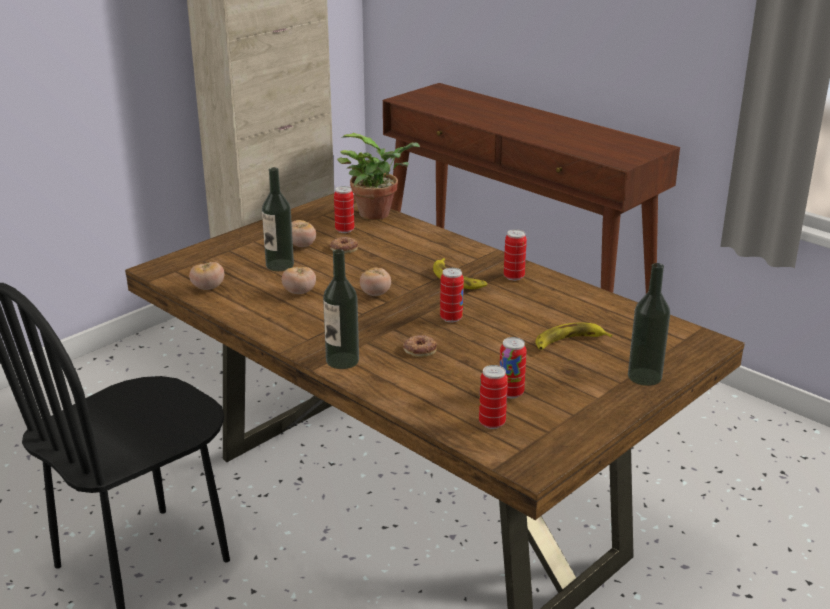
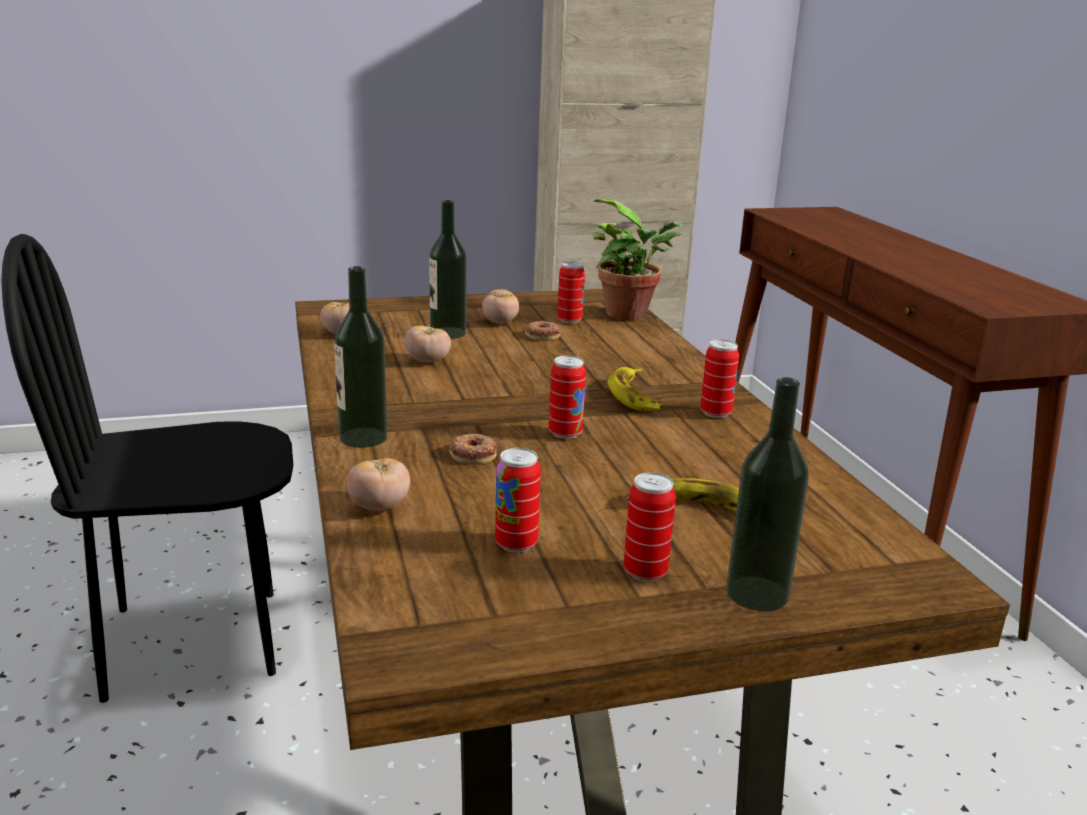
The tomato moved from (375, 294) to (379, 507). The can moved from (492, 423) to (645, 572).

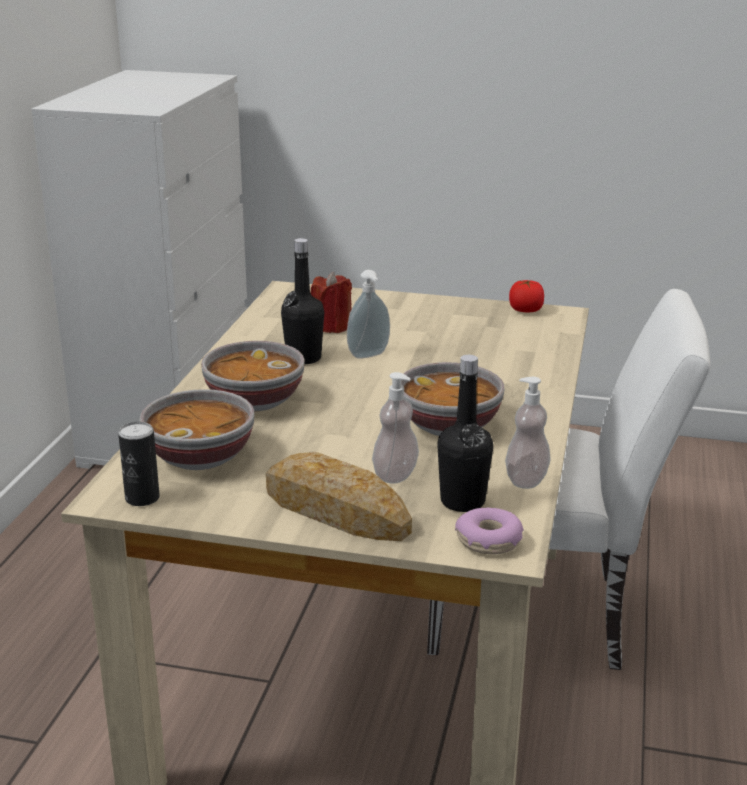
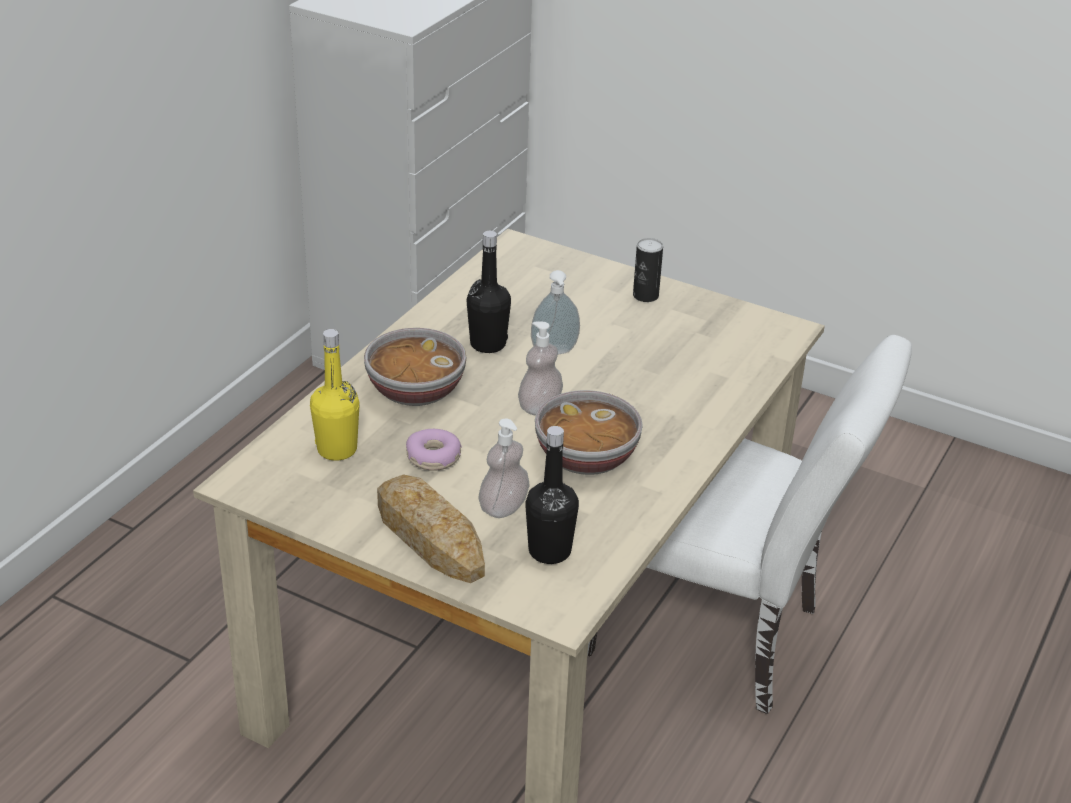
The bowl at (200, 456) was replaced by the yellow bottle at (337, 449). The donut moved from (489, 541) to (433, 457). The soap dispenser moved from (526, 480) to (540, 406). The can moved from (142, 498) to (645, 296). The red candle at (332, 326) disappeared. The tomato at (525, 310) disappeared.

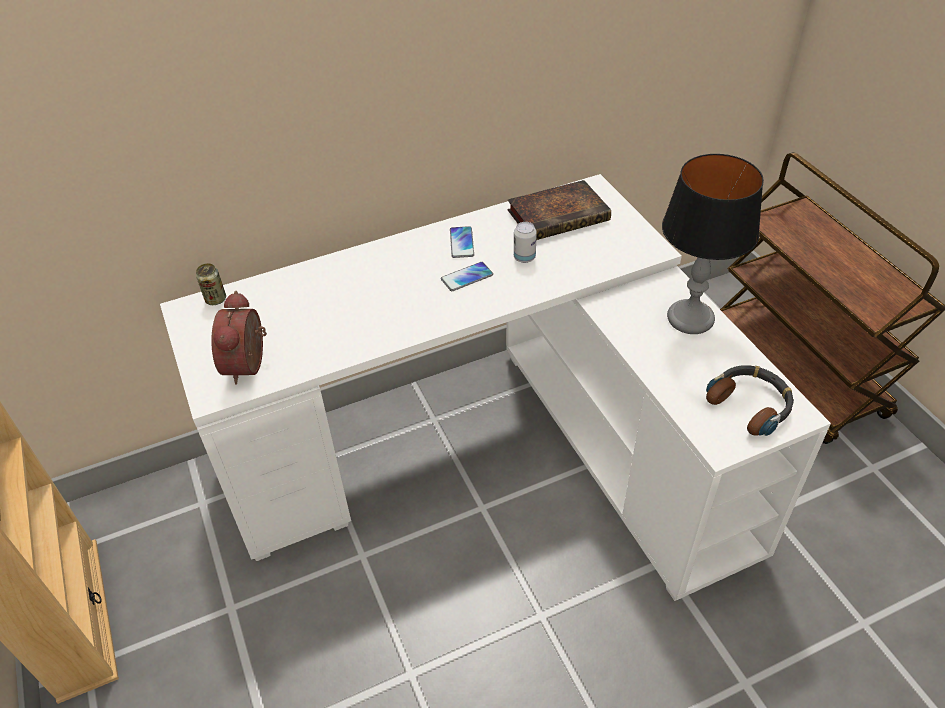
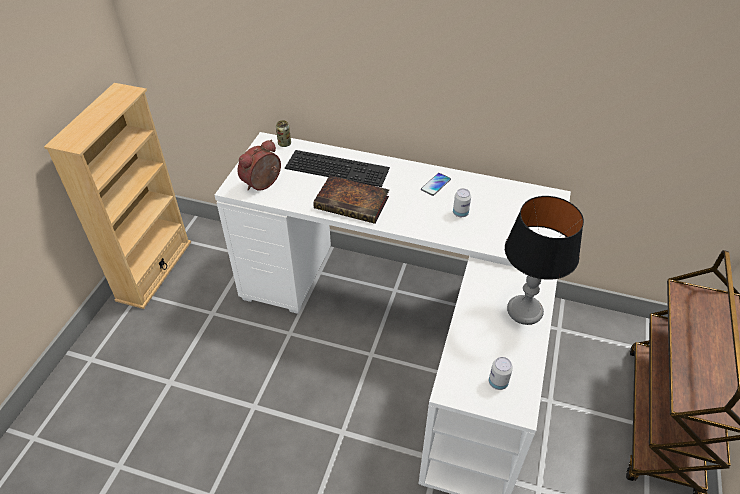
The keyboard at (338, 167) appeared. The book moved from (560, 215) to (353, 203). The headphones at (750, 404) was replaced by the can at (498, 382). The phone at (467, 277) disappeared.

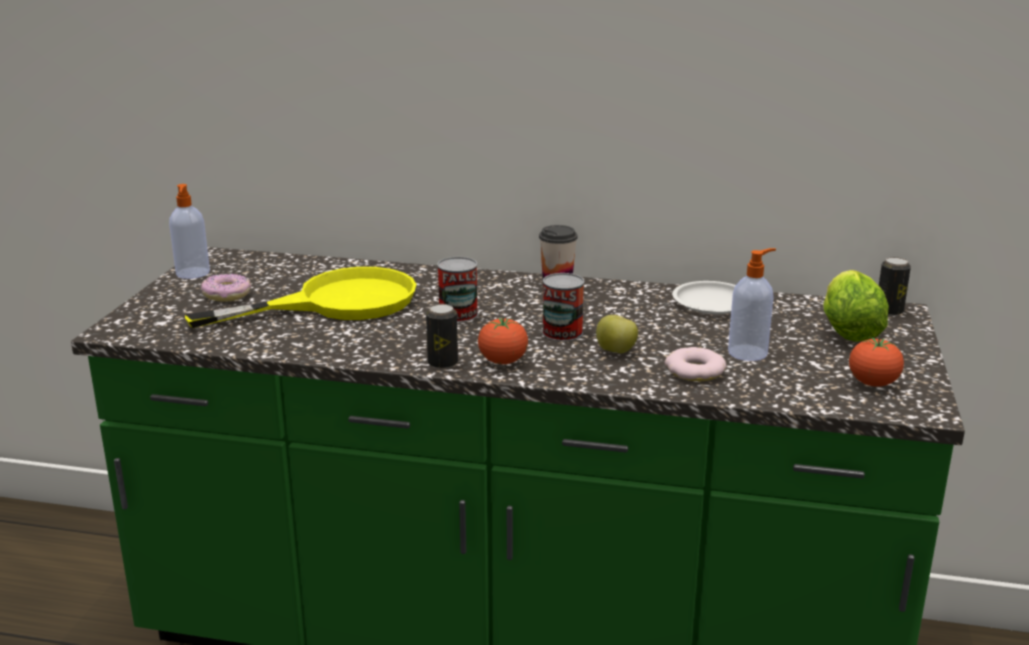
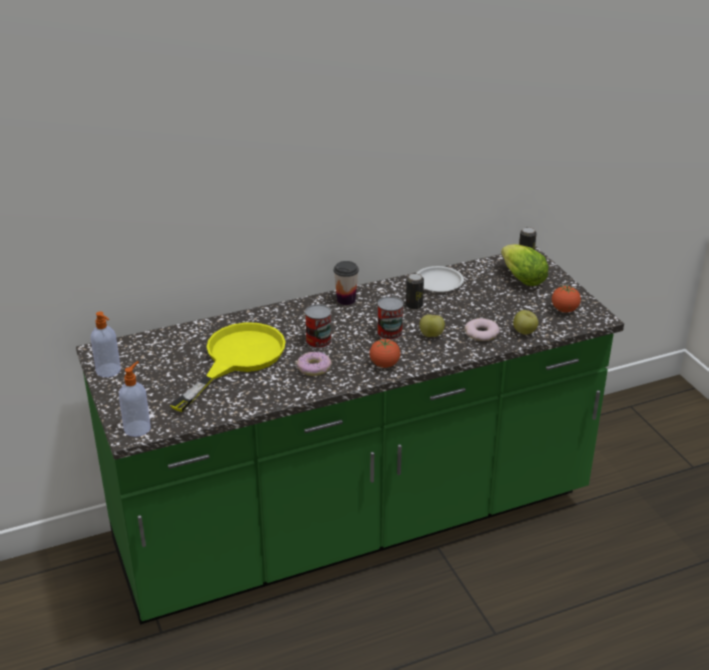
The soap dispenser moved from (748, 352) to (138, 428). The donut moved from (227, 294) to (314, 368). The can moved from (442, 363) to (414, 305). The apple at (524, 332) appeared.

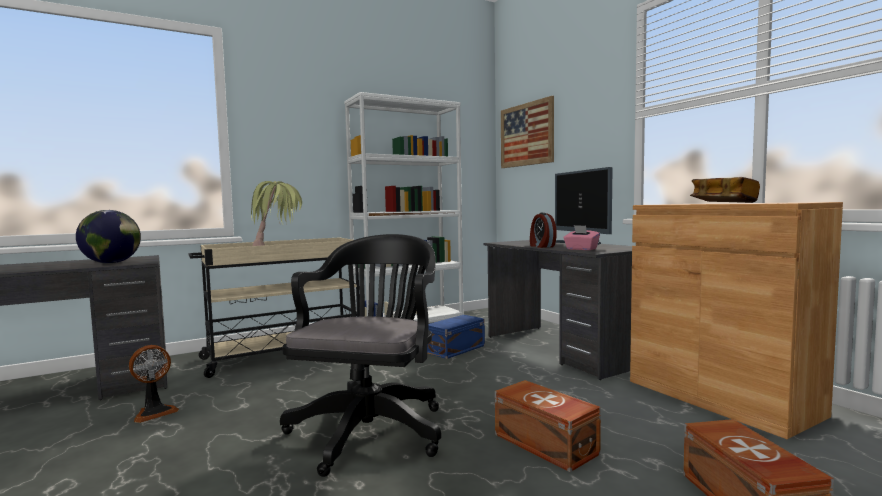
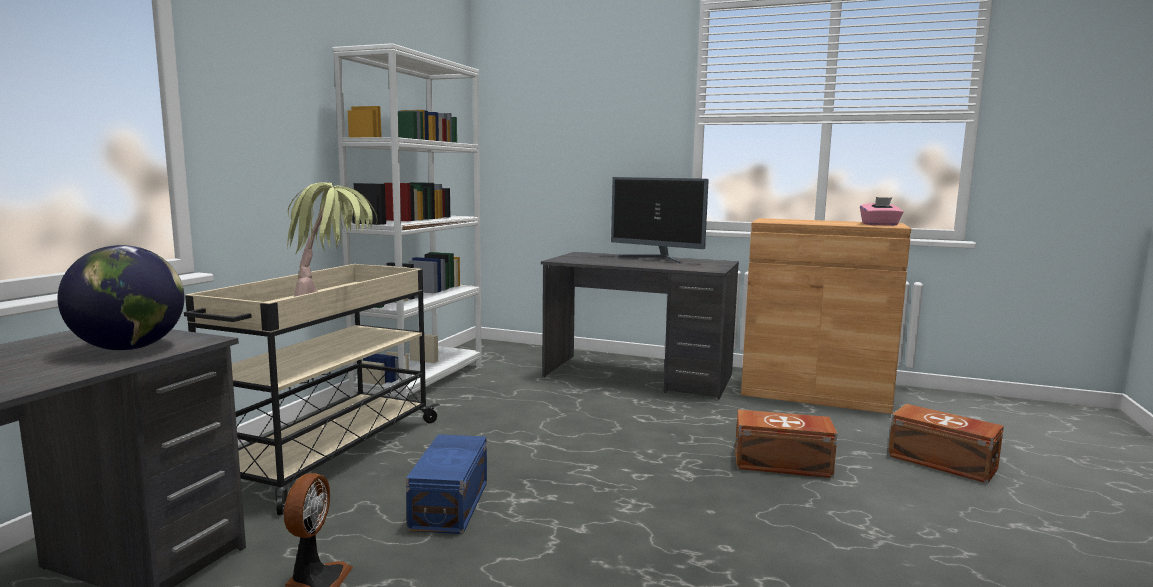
The blue storage box moved from (457, 349) to (452, 504). The pink tissue box moved from (581, 249) to (880, 225). The black office chair at (371, 428) disappeared. The picture at (526, 134) disappeared. The alarm clock at (541, 246) disappeared. The book at (723, 203) disappeared.

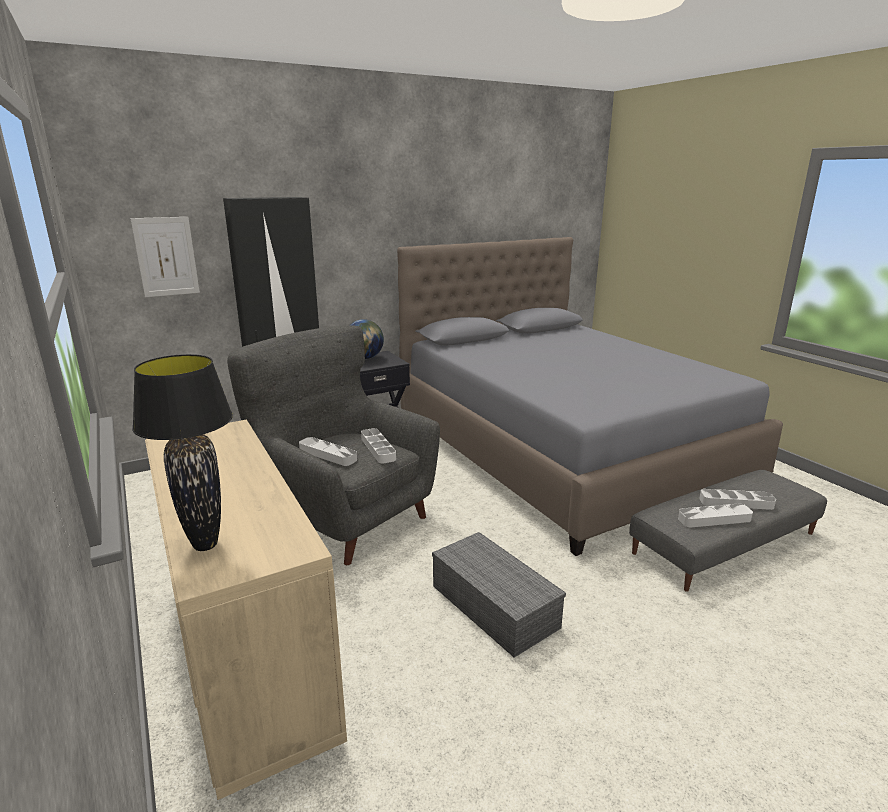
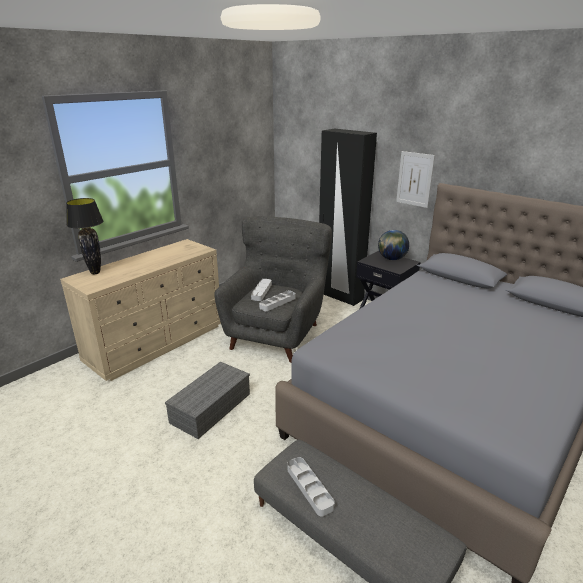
The picture moved from (166, 256) to (414, 179). The grey tray at (736, 503) disappeared.

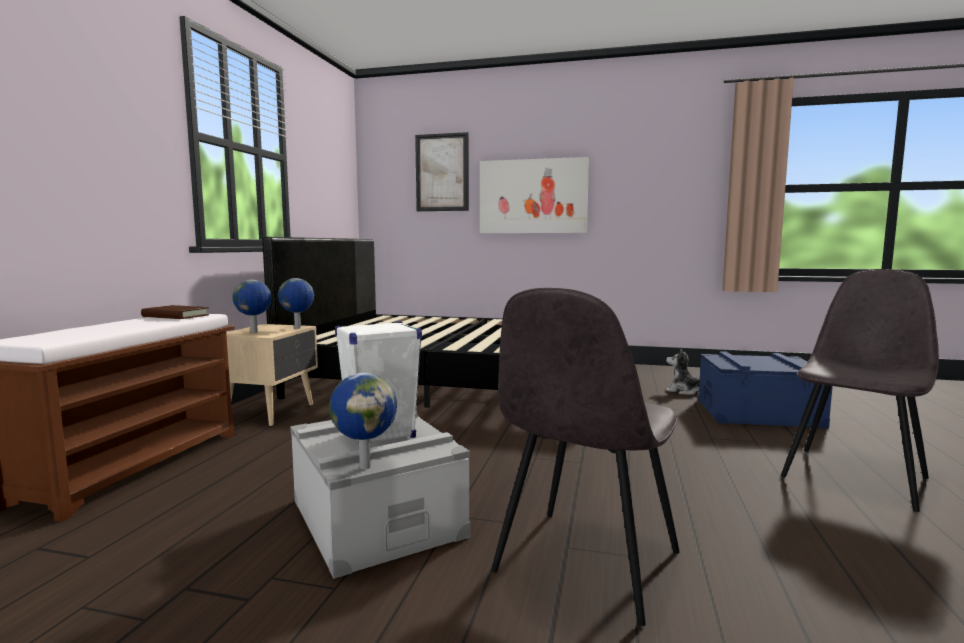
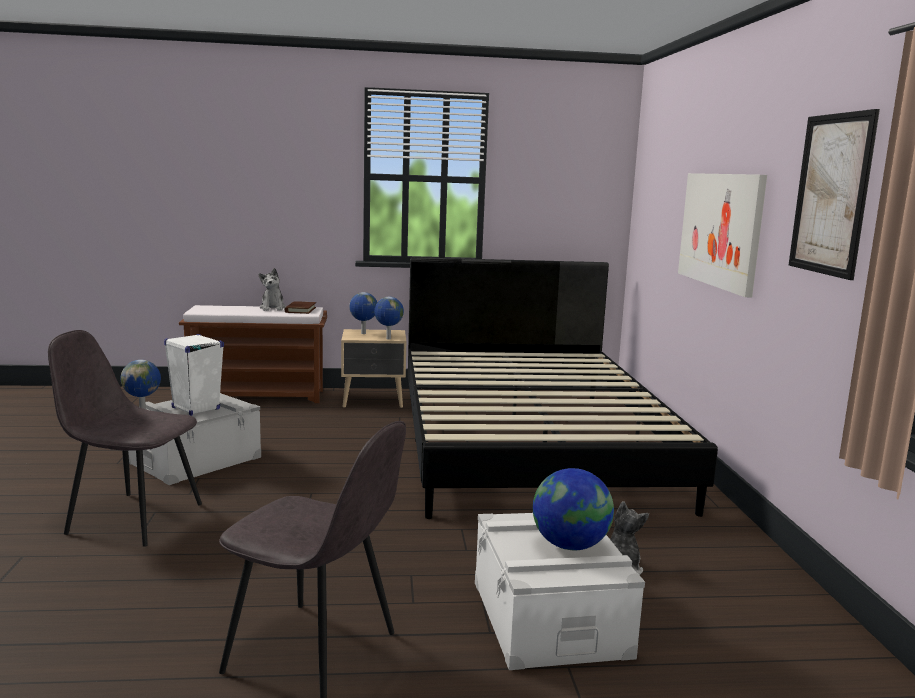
The plush toy at (273, 308) appeared. The blue storage box at (758, 412) became the white storage box at (549, 618). The globe at (570, 545) appeared. The picture moved from (442, 172) to (831, 194).

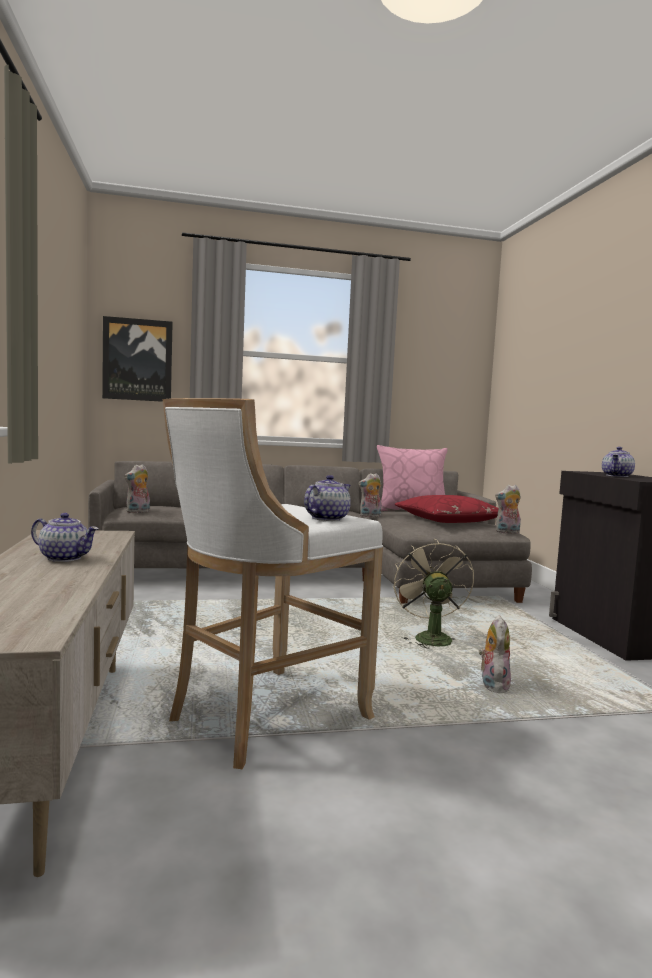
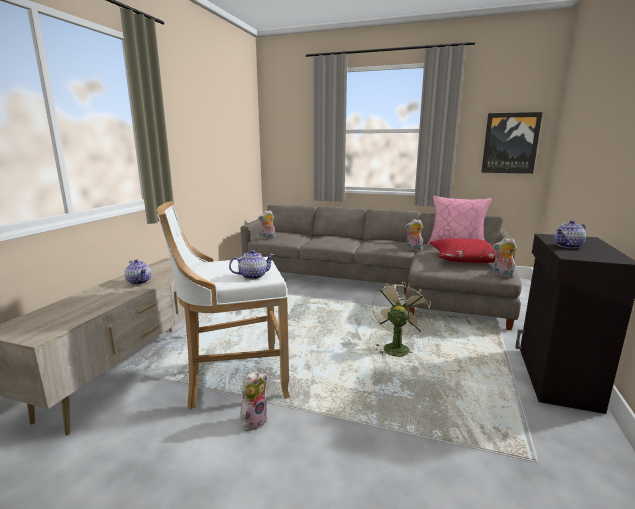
The plush toy moved from (492, 685) to (254, 420). The picture moved from (137, 360) to (510, 143).

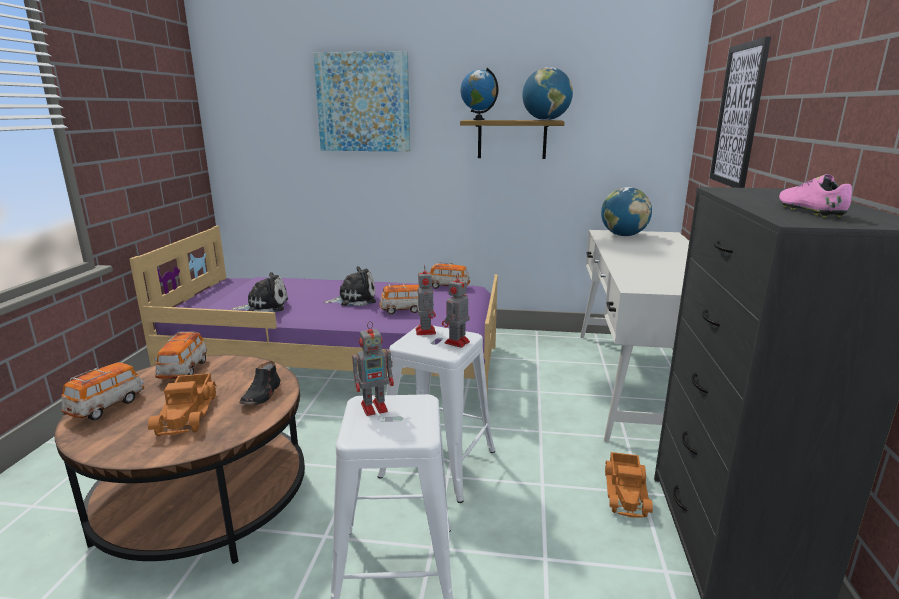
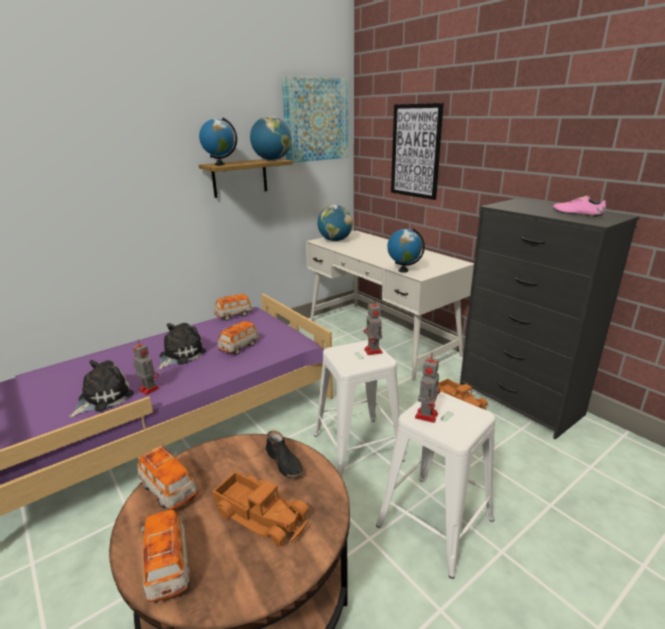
The toy robot moved from (425, 331) to (148, 389). The picture moved from (363, 102) to (316, 120). The globe at (403, 270) appeared.

